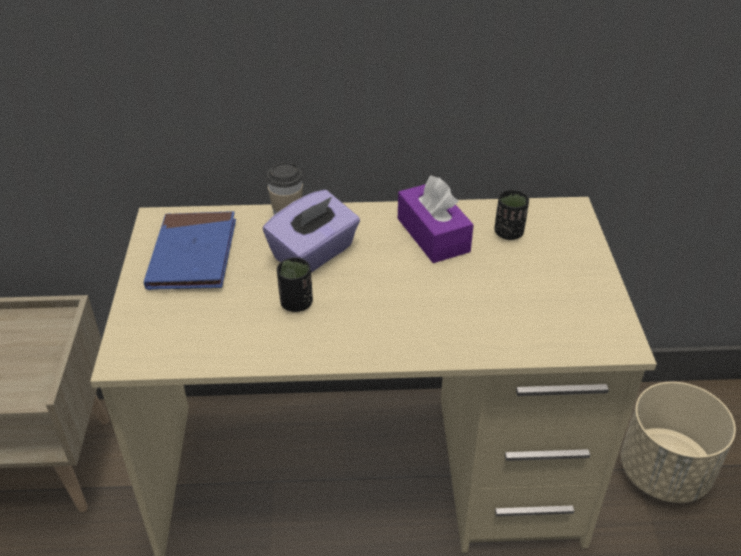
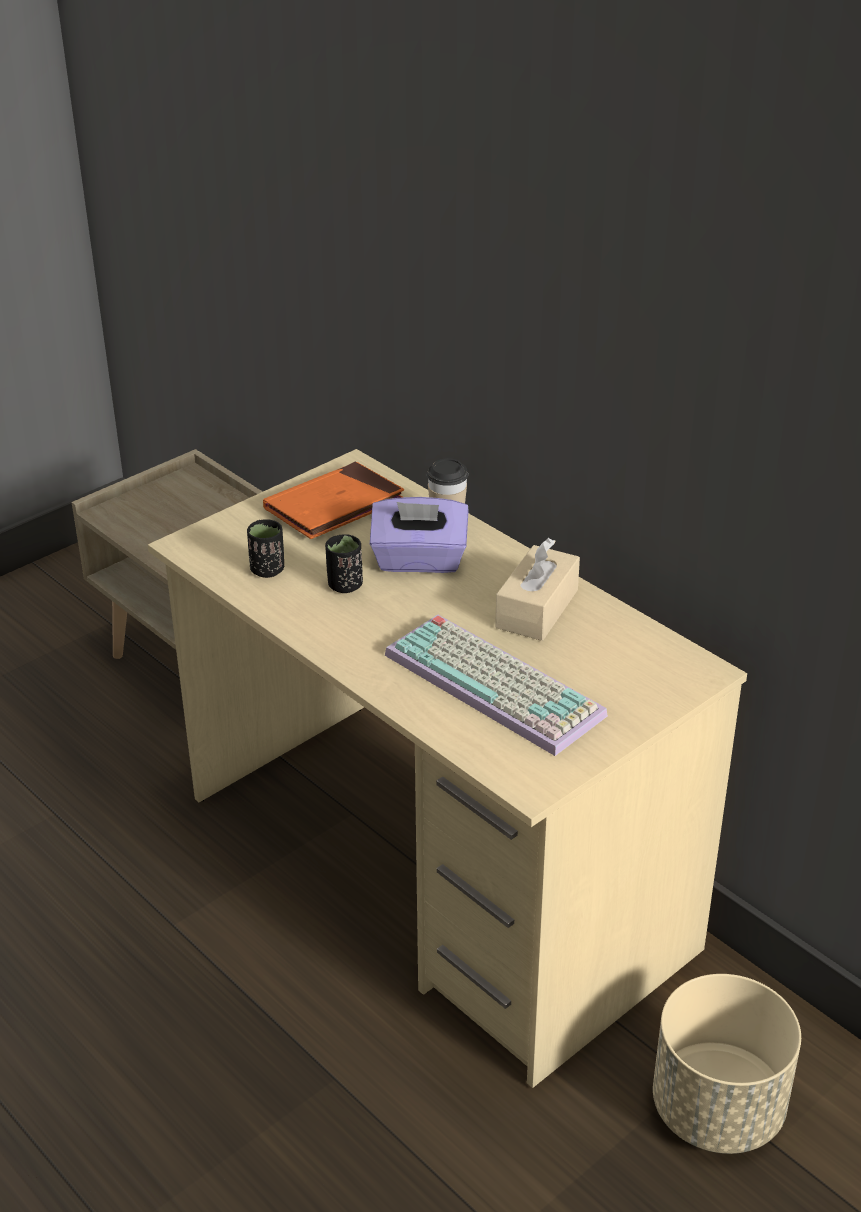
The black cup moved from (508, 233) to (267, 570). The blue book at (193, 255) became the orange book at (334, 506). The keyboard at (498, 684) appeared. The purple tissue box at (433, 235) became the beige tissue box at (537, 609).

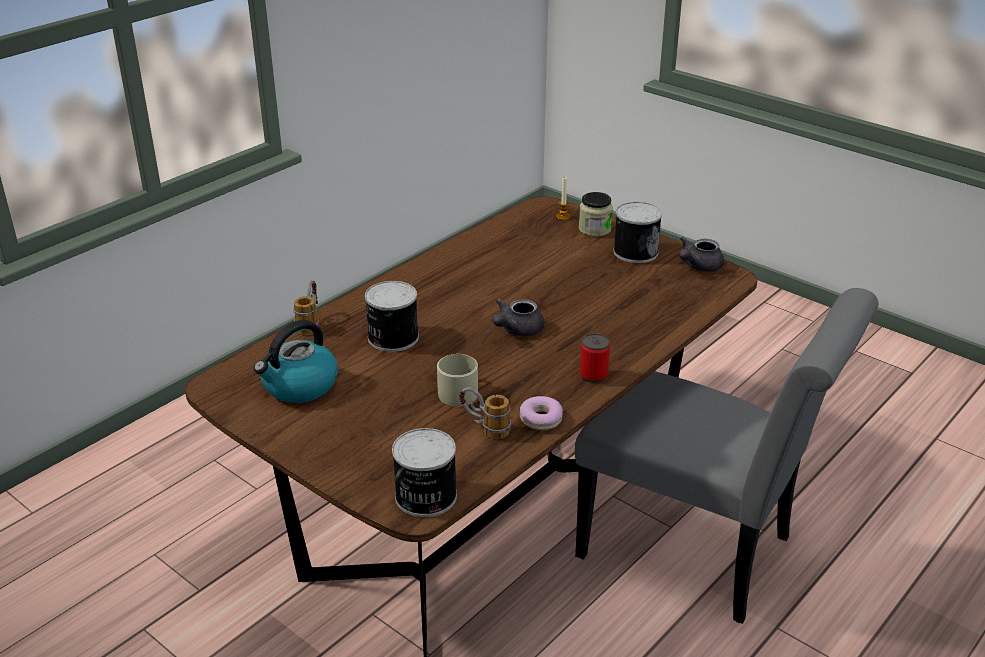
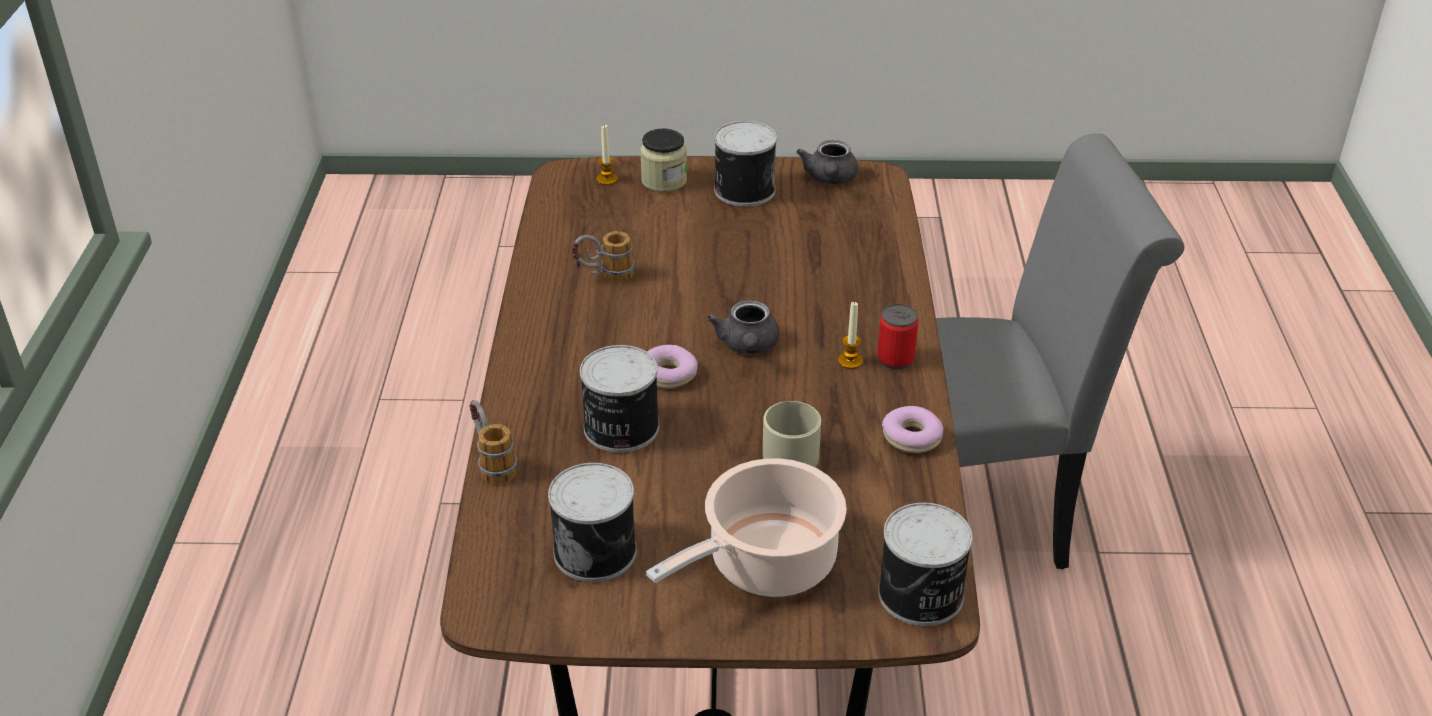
The kettle at (299, 386) was replaced by the can at (597, 551). The mug moved from (484, 428) to (604, 277). The cooking pot at (765, 564) appeared. The donut at (668, 374) appeared. The candle at (850, 361) appeared.

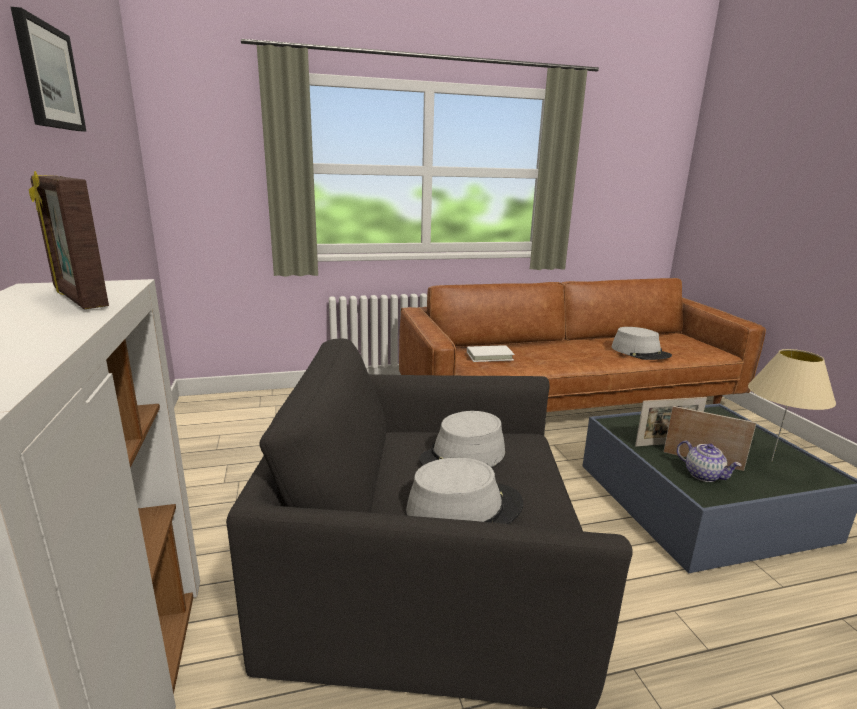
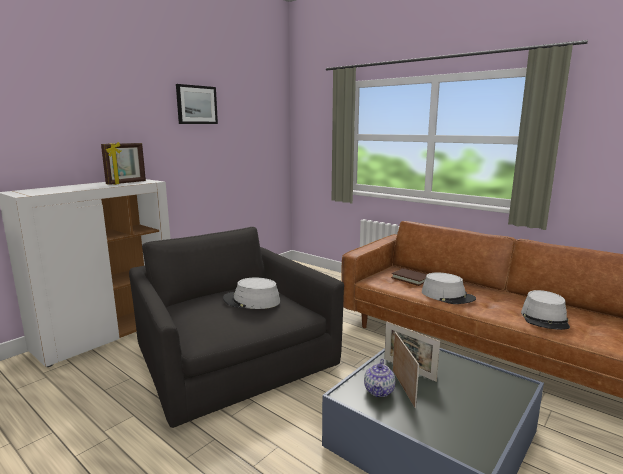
The picture frame at (78, 299) turned 150 degrees counterclockwise. The white book at (489, 356) became the brown book at (410, 279). The grey hat moved from (464, 507) to (447, 296). The beige table lamp at (771, 461) disappeared.

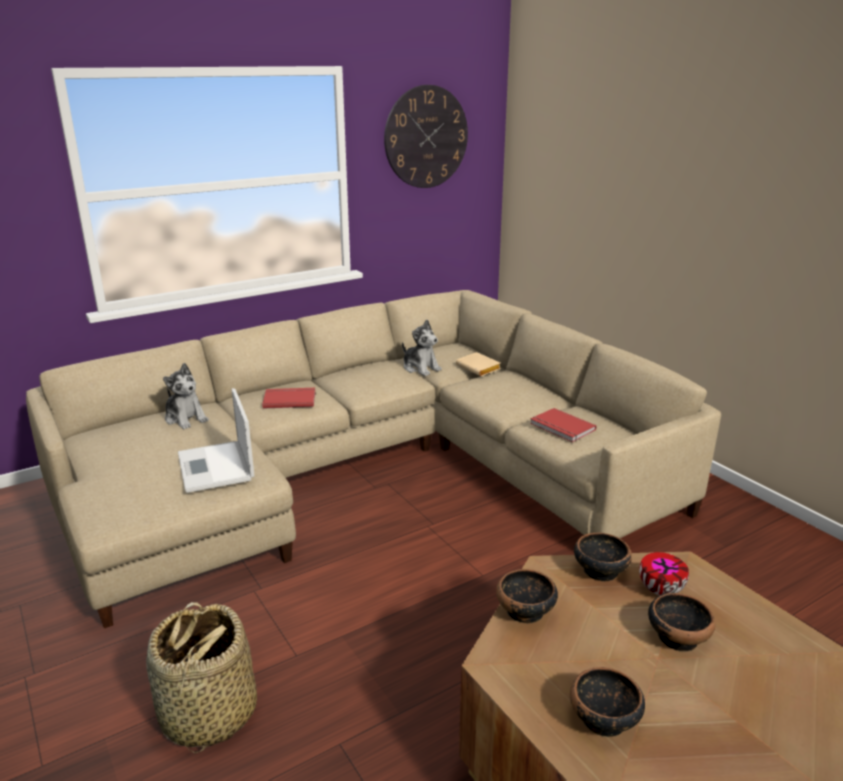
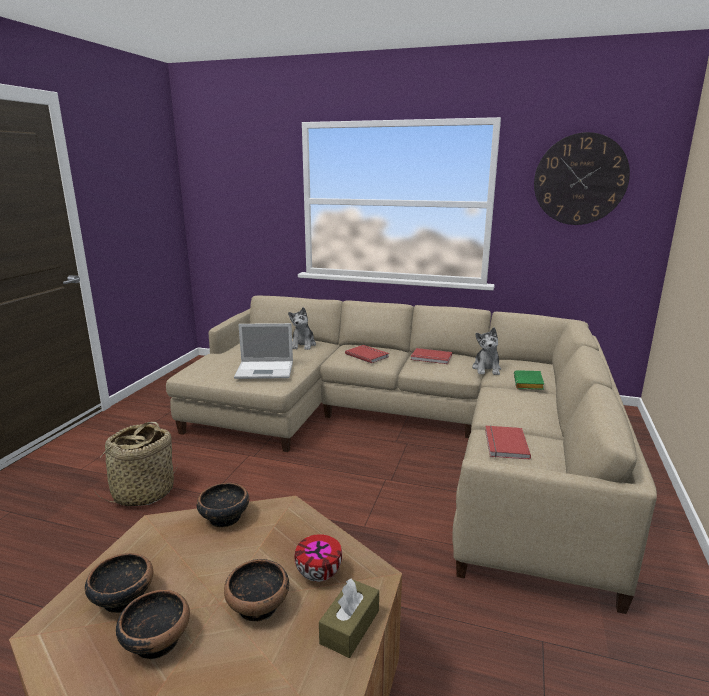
The bowl moved from (599, 570) to (157, 640). The laptop at (216, 467) turned 120 degrees counterclockwise. The brown tissue box at (350, 627) appeared. The red book at (431, 358) appeared. The beige book at (479, 368) became the green book at (529, 384).

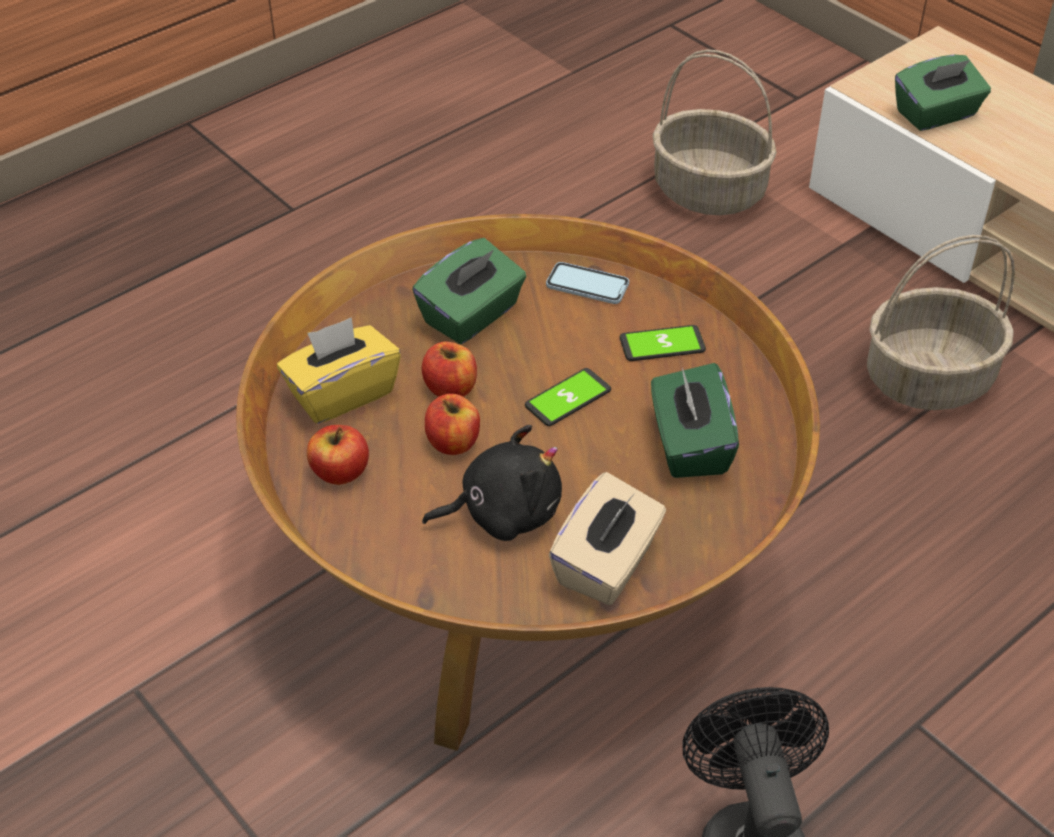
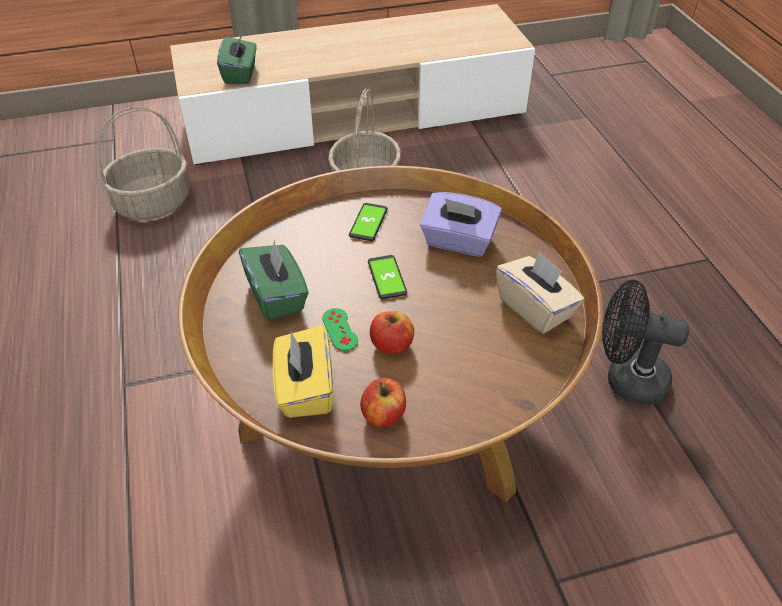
The apple at (450, 388) was replaced by the green game controller at (340, 329). The green tissue box at (689, 445) became the purple tissue box at (458, 242). The black plush toy at (503, 512) disappeared. The phone at (587, 285) disappeared.

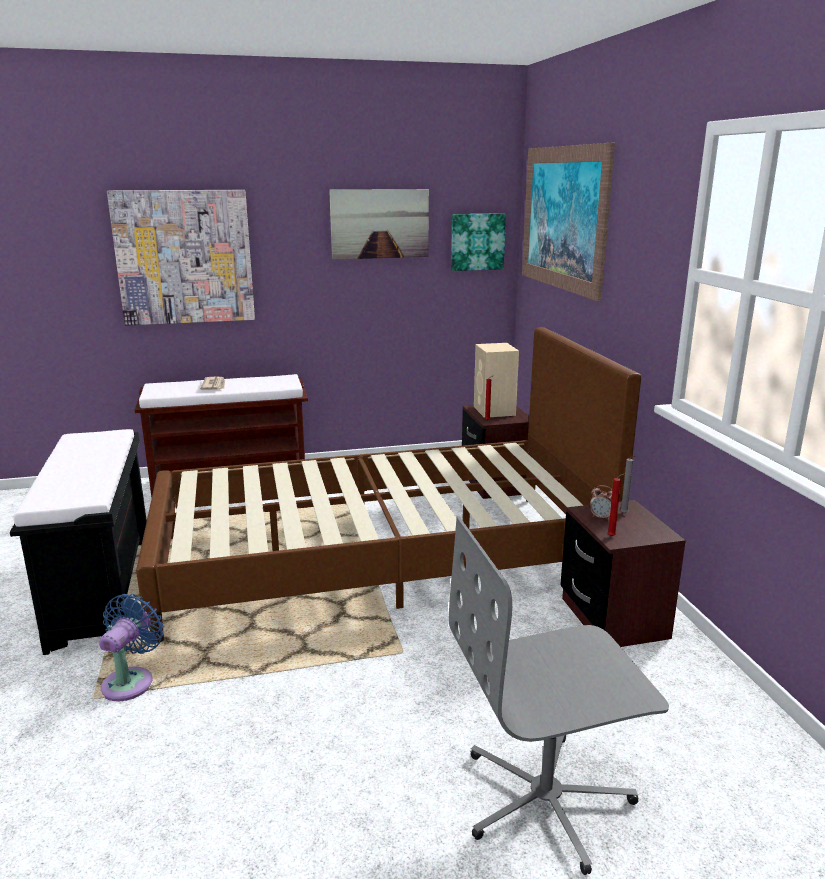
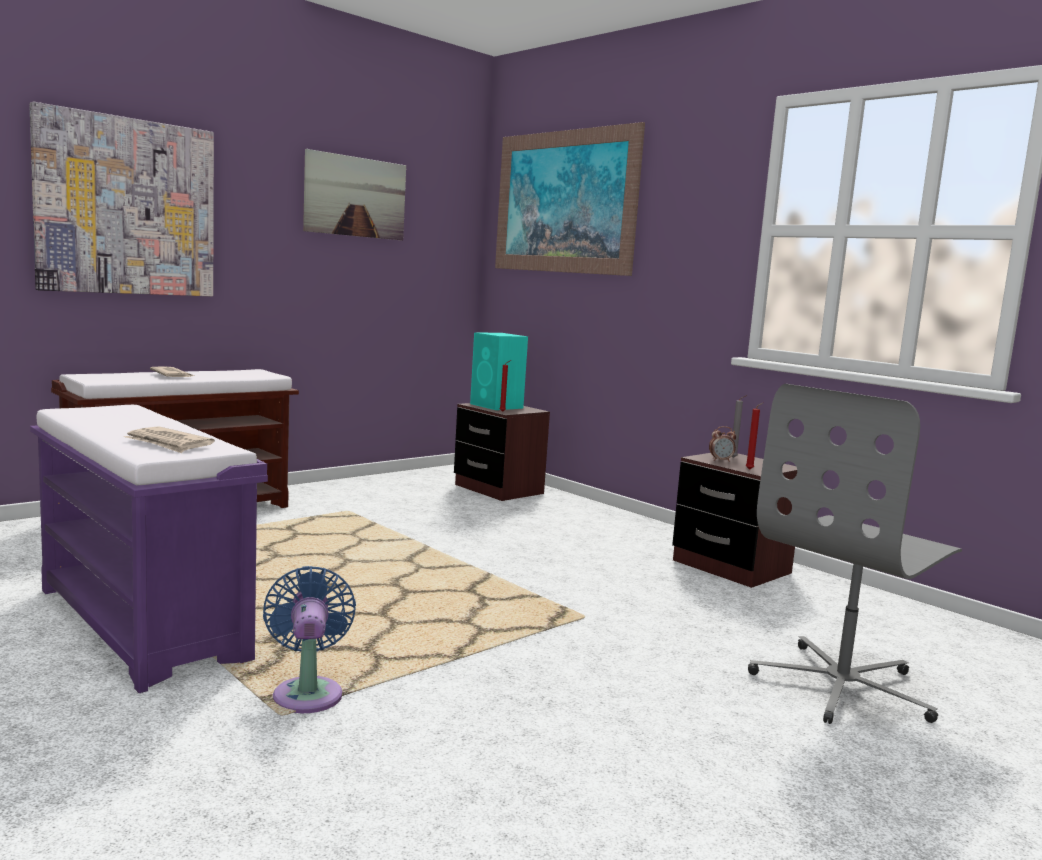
The black bench at (104, 592) became the purple bench at (143, 624). The newspaper at (168, 443) appeared. The beige speaker at (494, 411) became the turquoise speaker at (497, 406). The brown bed at (378, 559) disappeared. The picture at (477, 241) disappeared.

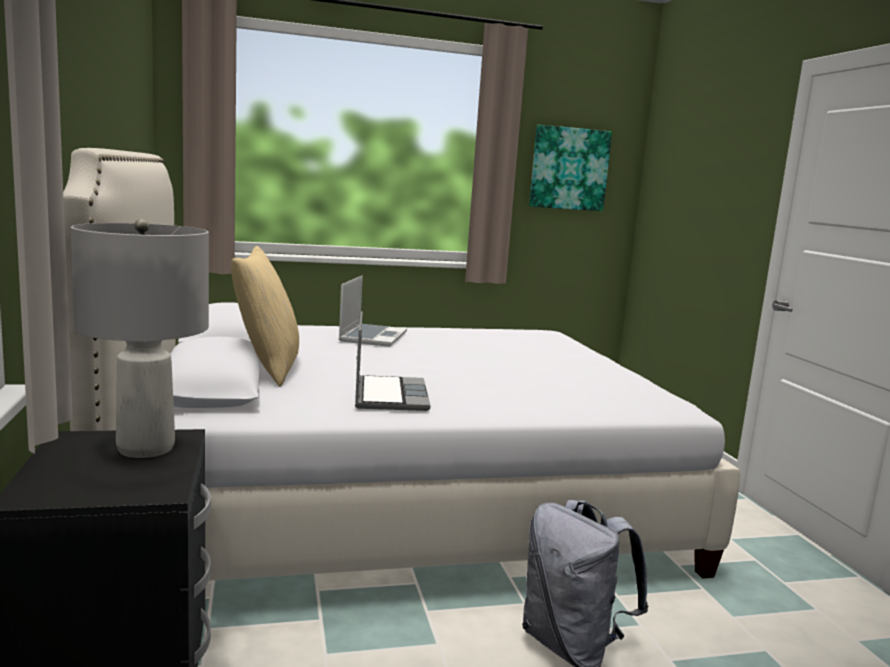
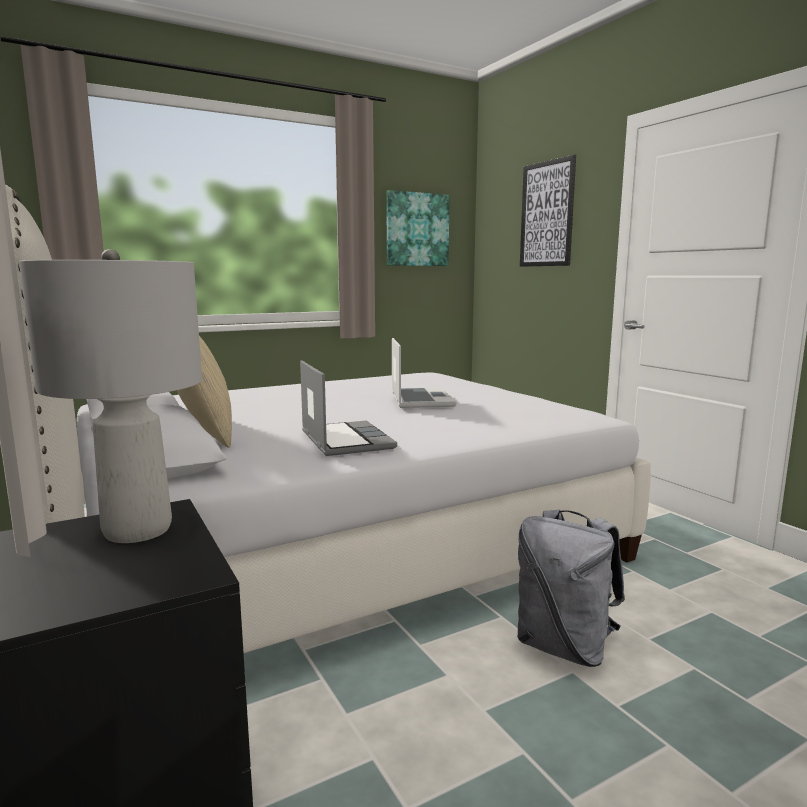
The laptop moved from (372, 337) to (420, 400). The picture at (547, 214) appeared.

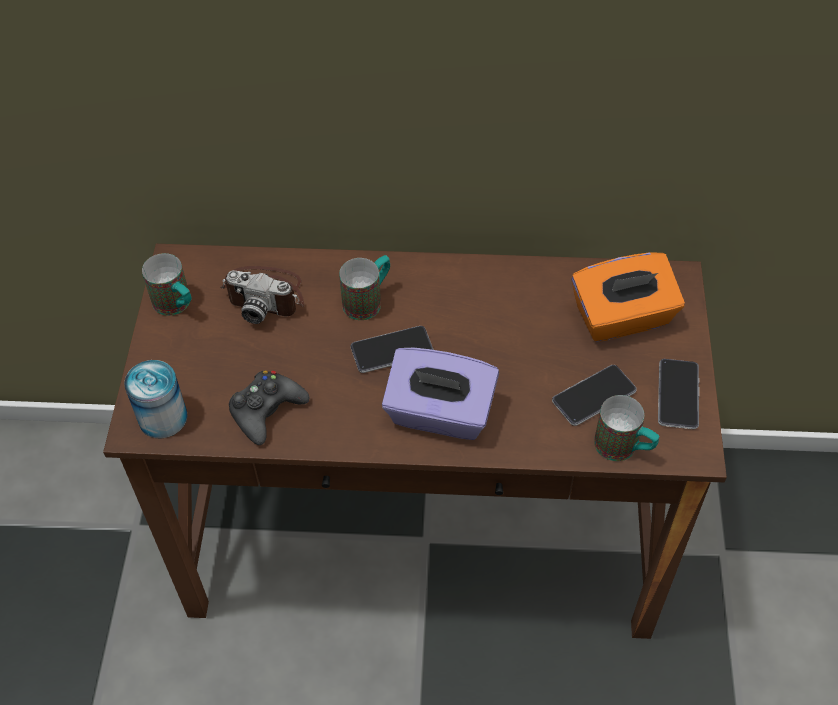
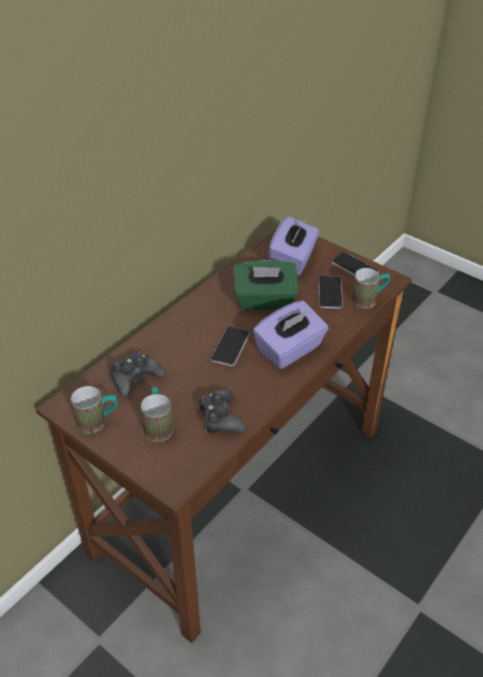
The photo camera at (266, 294) was replaced by the black game controller at (135, 378). The mug moved from (368, 300) to (158, 425). The green tissue box at (265, 301) appeared. The orange tissue box at (622, 318) became the purple tissue box at (293, 260). The can at (163, 417) disappeared.

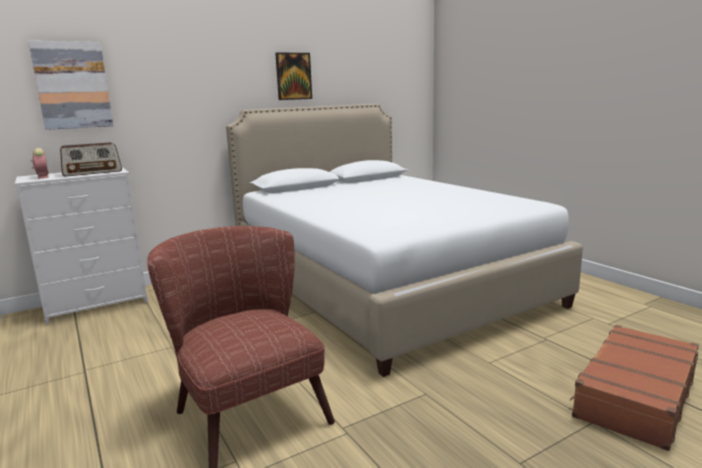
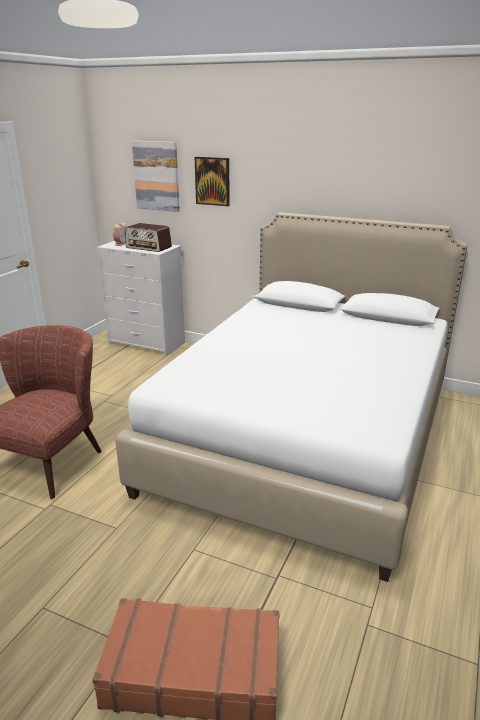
The picture moved from (293, 76) to (212, 181).

